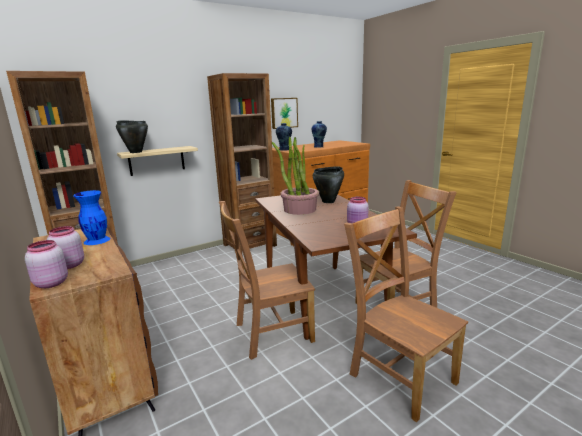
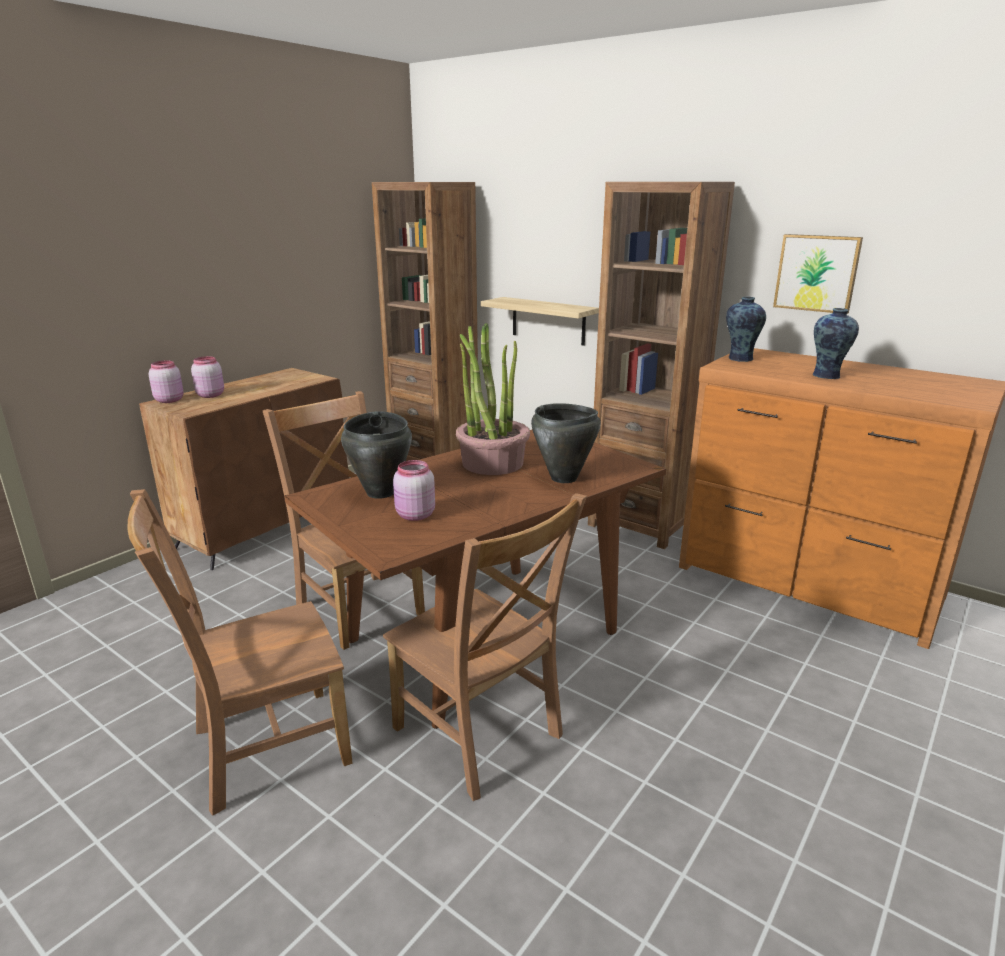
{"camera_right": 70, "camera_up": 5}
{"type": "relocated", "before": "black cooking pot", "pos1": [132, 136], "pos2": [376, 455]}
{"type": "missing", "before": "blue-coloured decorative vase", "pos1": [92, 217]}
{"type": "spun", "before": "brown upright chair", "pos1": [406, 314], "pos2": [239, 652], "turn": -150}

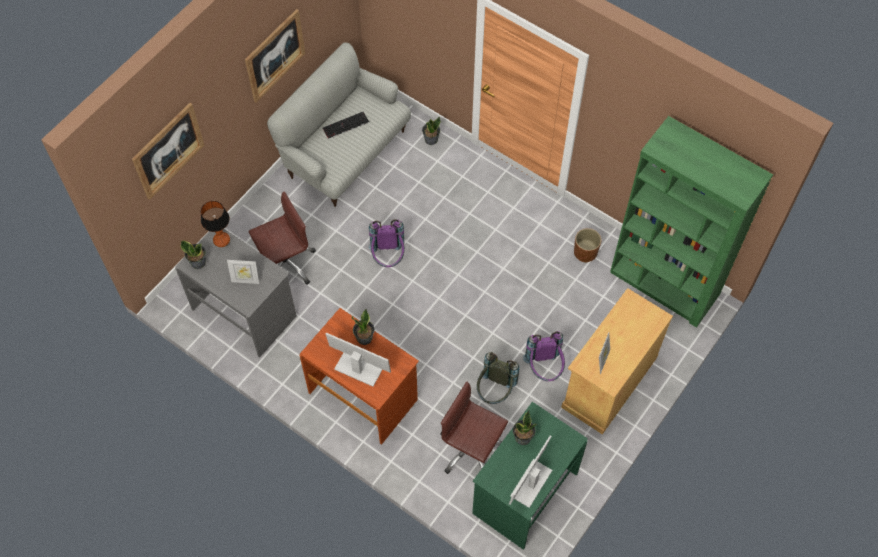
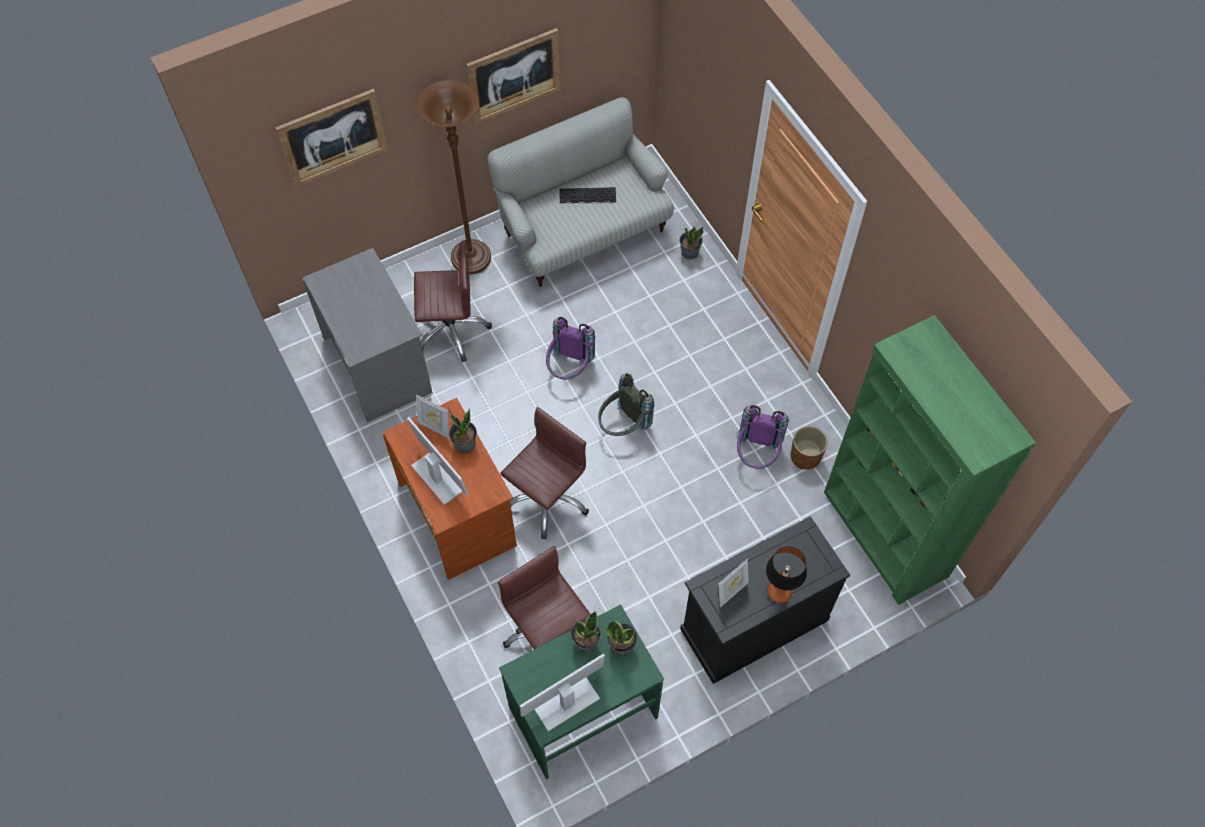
{"camera_right": 25, "camera_up": 0}
{"type": "relocated", "before": "lamp for a table", "pos1": [215, 224], "pos2": [786, 574]}
{"type": "relocated", "before": "plant in a pot", "pos1": [193, 255], "pos2": [621, 639]}
{"type": "relocated", "before": "photo frame", "pos1": [243, 272], "pos2": [432, 416]}
{"type": "colour", "before": "beige cabinet", "after": "black cabinet", "pos1": [617, 361], "pos2": [765, 600]}
{"type": "relocated", "before": "purple-coloured rucksack", "pos1": [544, 356], "pos2": [762, 437]}
{"type": "relocated", "before": "gray rucksack", "pos1": [498, 378], "pos2": [626, 404]}
{"type": "appeared", "after": "brown floor lamp", "pos2": [454, 177]}
{"type": "appeared", "after": "brown desk chair", "pos2": [545, 473]}

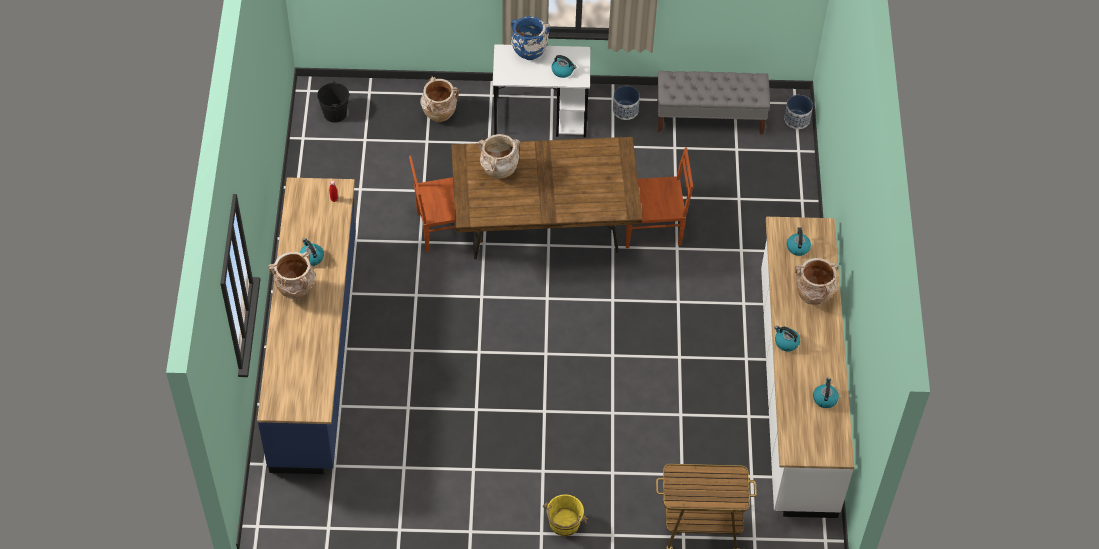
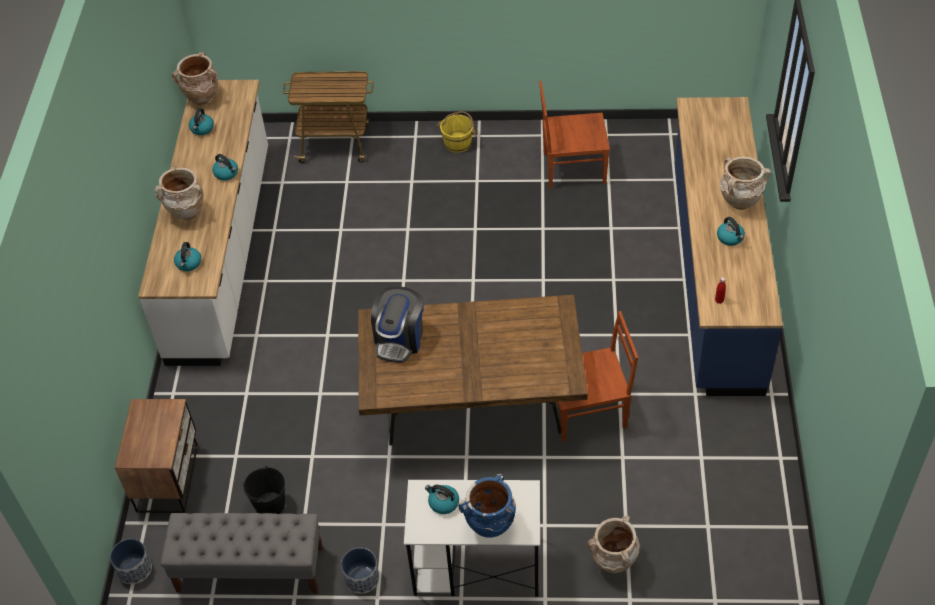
{"camera_right": -175, "camera_up": -5}
{"type": "relocated", "before": "black water bucket", "pos1": [333, 102], "pos2": [264, 490]}
{"type": "relocated", "before": "beige decorative vase", "pos1": [499, 156], "pos2": [195, 78]}
{"type": "relocated", "before": "brown upright chair", "pos1": [659, 197], "pos2": [574, 135]}
{"type": "appeared", "after": "coffee machine", "pos2": [397, 324]}
{"type": "appeared", "after": "night table", "pos2": [156, 456]}

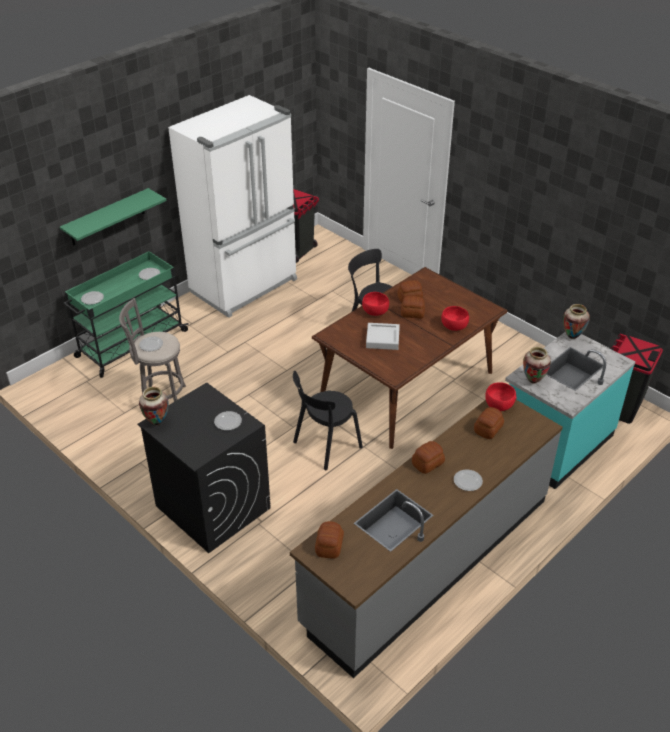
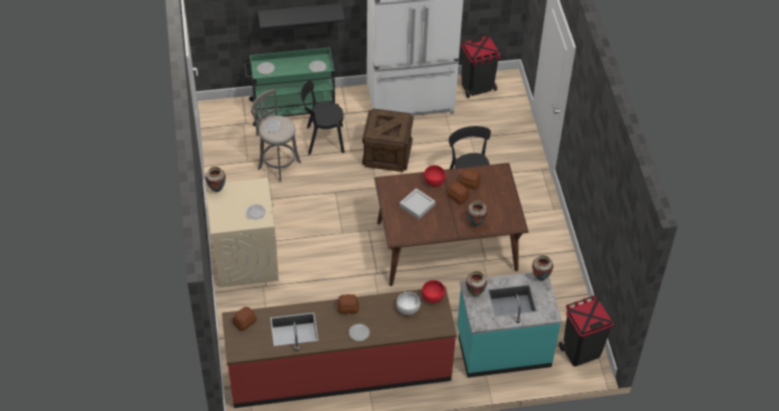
{"camera_right": 35, "camera_up": 10}
{"type": "colour", "before": "greenish wall shelf", "after": "black wall shelf", "pos1": [113, 217], "pos2": [301, 16]}
{"type": "exchanged", "before": "reddish deep dish", "after": "decorative vase", "pos1": [455, 318], "pos2": [477, 213]}
{"type": "relocated", "before": "black upright chair", "pos1": [328, 420], "pos2": [322, 117]}
{"type": "colour", "before": "black laundry machine", "after": "beige laundry machine", "pos1": [204, 468], "pos2": [242, 233]}
{"type": "colour", "before": "gray counter", "after": "reddish counter", "pos1": [426, 539], "pos2": [339, 347]}
{"type": "exchanged", "before": "baked bread", "after": "whitish deep dish", "pos1": [489, 423], "pos2": [409, 303]}
{"type": "appeared", "after": "shipping crate", "pos2": [387, 140]}

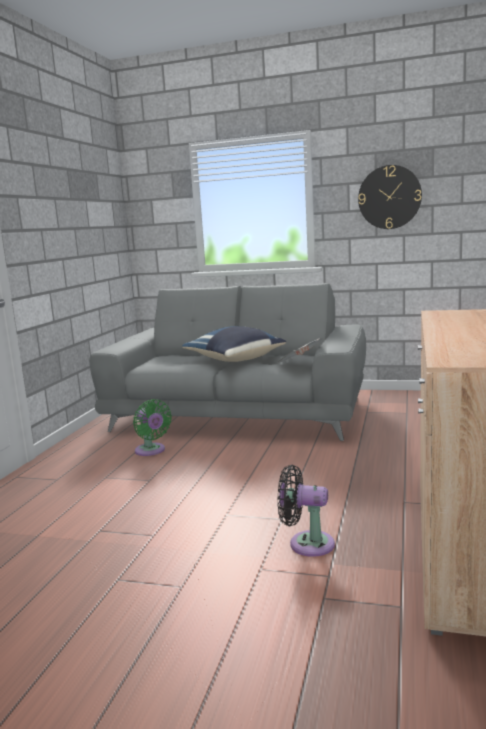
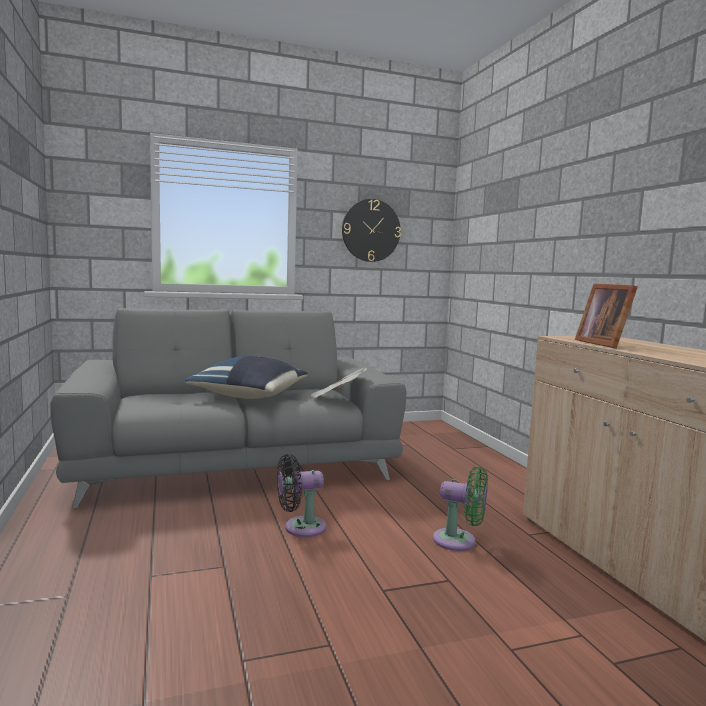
{"camera_right": -35, "camera_up": -5}
{"type": "relocated", "before": "greenish fan", "pos1": [152, 427], "pos2": [460, 508]}
{"type": "relocated", "before": "black fan", "pos1": [306, 511], "pos2": [301, 495]}
{"type": "appeared", "after": "photo frame", "pos2": [606, 316]}

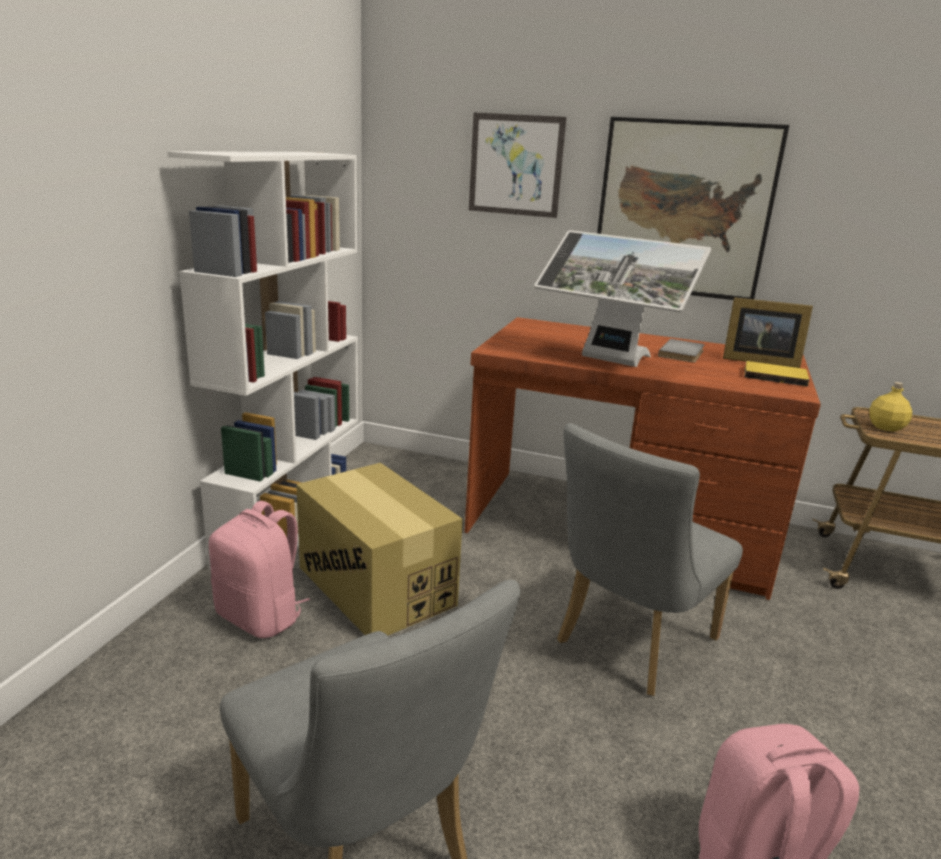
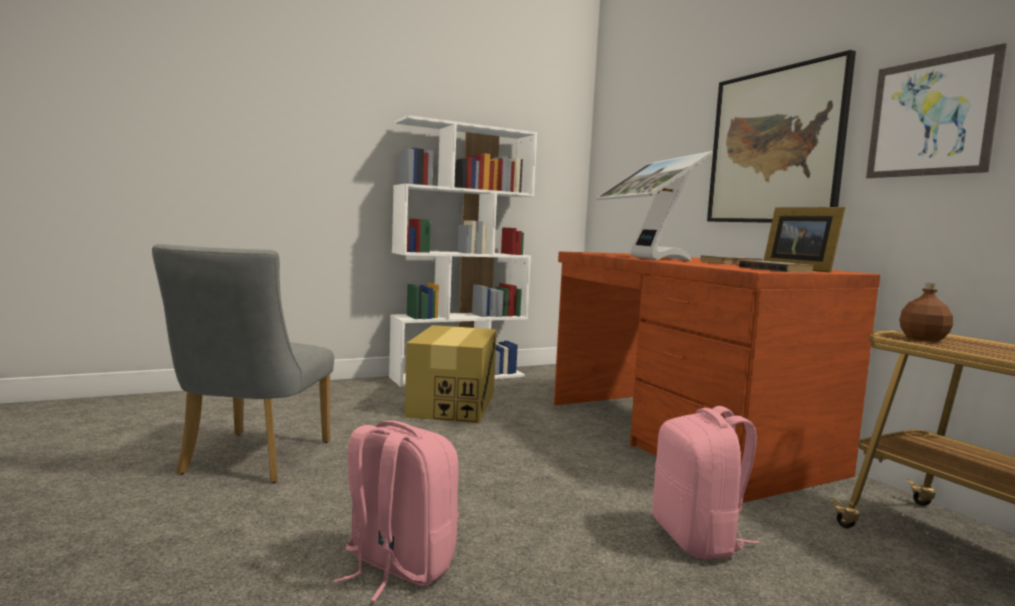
{"camera_right": 45, "camera_up": -15}
{"type": "relocated", "before": "wall picture", "pos1": [518, 165], "pos2": [936, 110]}
{"type": "colour", "before": "yellow-coloured book", "after": "gray book", "pos1": [776, 374], "pos2": [776, 266]}
{"type": "colour", "before": "yellow-coloured drink bottle", "after": "brown drink bottle", "pos1": [890, 407], "pos2": [926, 312]}
{"type": "missing", "before": "gray upright chair", "pos1": [650, 559]}
{"type": "relocated", "before": "pinkish rucksack", "pos1": [259, 569], "pos2": [705, 482]}

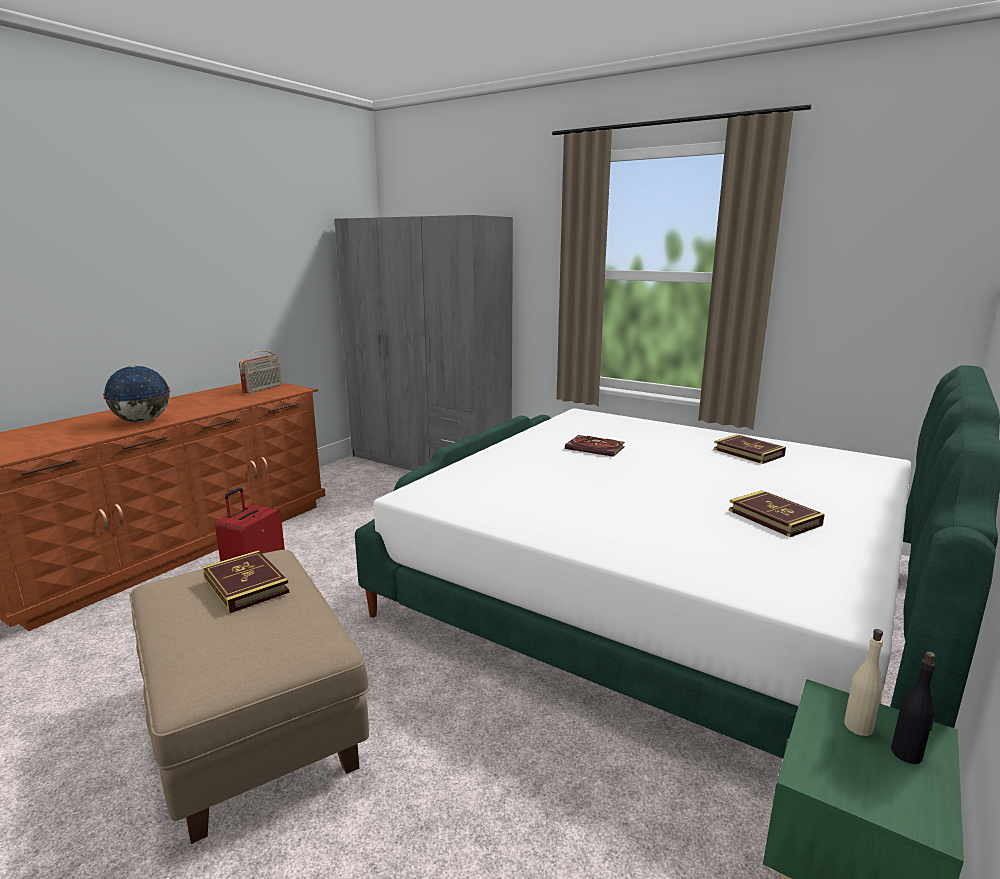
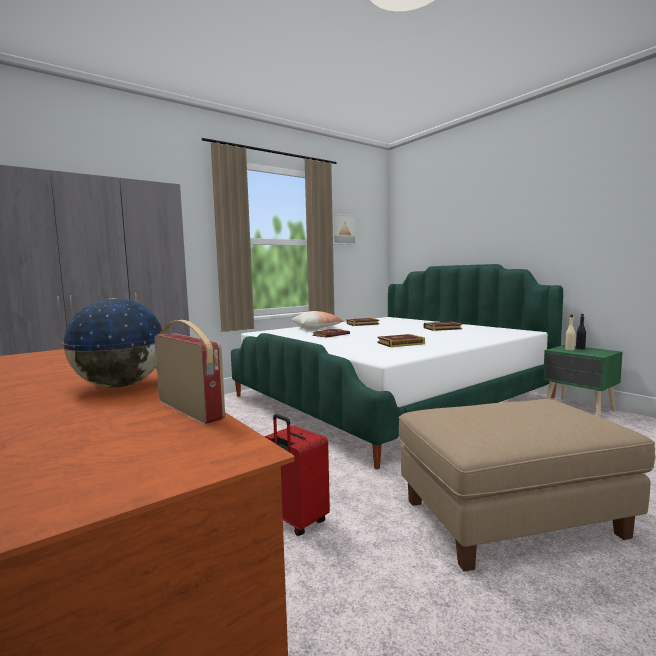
{"camera_right": -70, "camera_up": -10}
{"type": "relocated", "before": "radio receiver", "pos1": [260, 372], "pos2": [189, 372]}
{"type": "relocated", "before": "book", "pos1": [246, 581], "pos2": [401, 340]}
{"type": "appeared", "after": "wall picture", "pos2": [344, 229]}
{"type": "appeared", "after": "cushion", "pos2": [317, 320]}

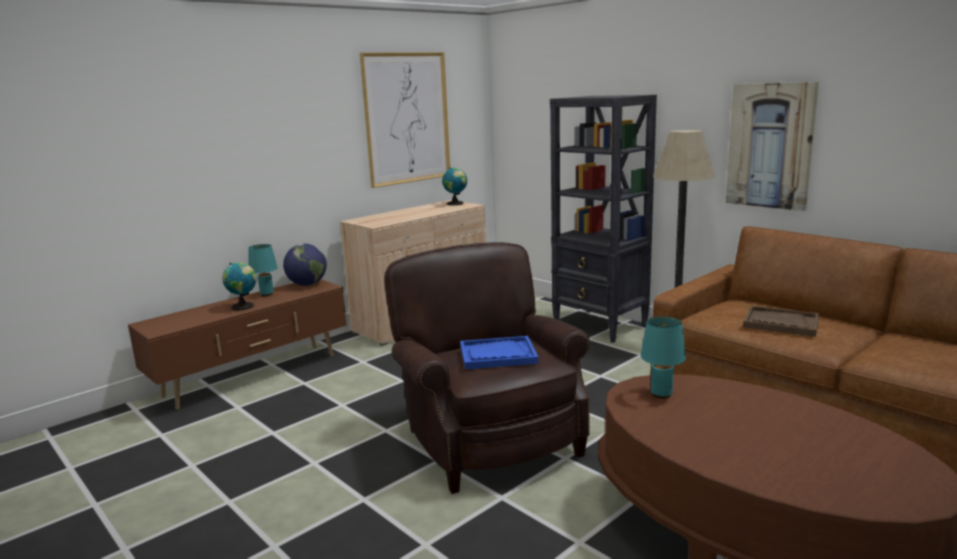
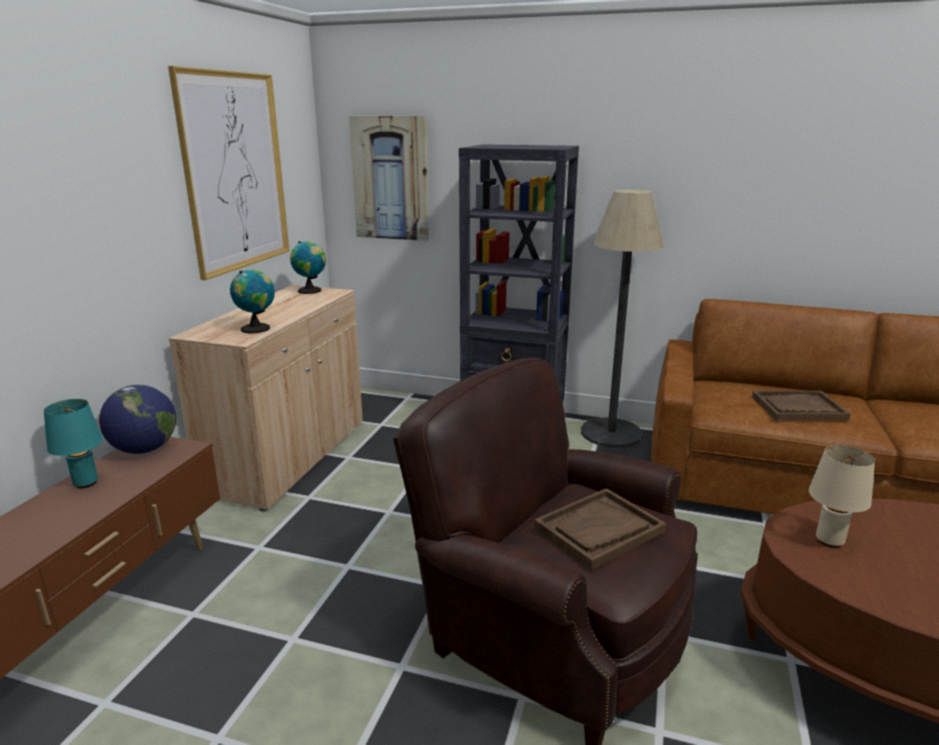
{"camera_right": -30, "camera_up": 5}
{"type": "relocated", "before": "wall picture", "pos1": [772, 146], "pos2": [389, 178]}
{"type": "relocated", "before": "globe", "pos1": [239, 286], "pos2": [252, 302]}
{"type": "colour", "before": "turquoise-coloured lamp for a table", "after": "beige lamp for a table", "pos1": [663, 357], "pos2": [842, 496]}
{"type": "colour", "before": "blue-coloured serving tray", "after": "brown serving tray", "pos1": [499, 352], "pos2": [600, 529]}

